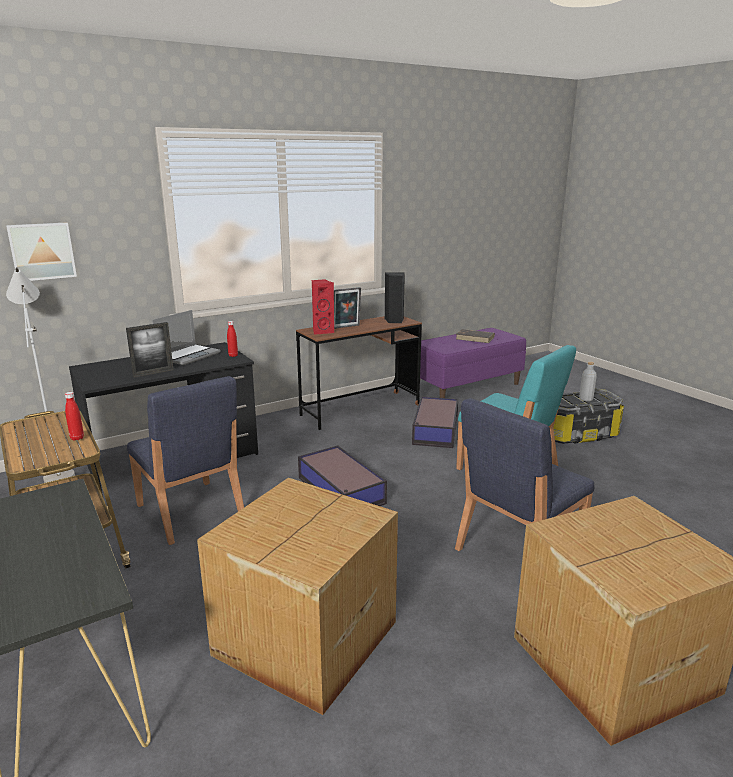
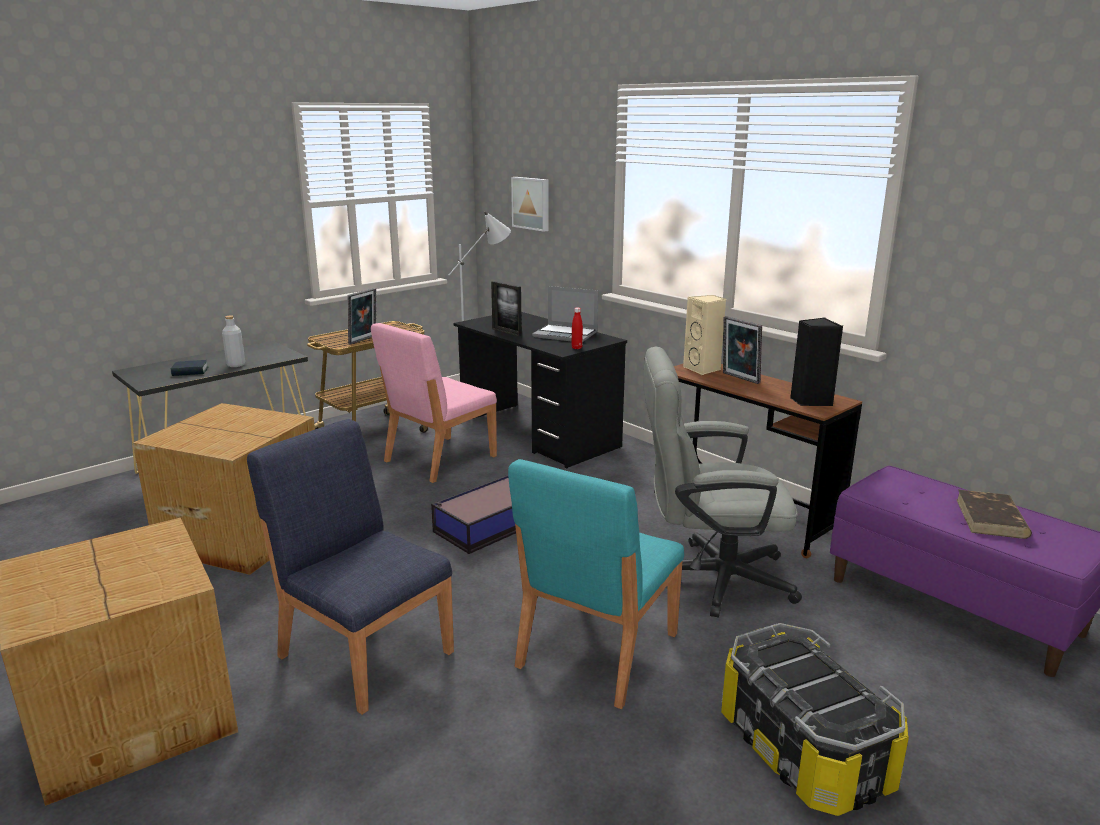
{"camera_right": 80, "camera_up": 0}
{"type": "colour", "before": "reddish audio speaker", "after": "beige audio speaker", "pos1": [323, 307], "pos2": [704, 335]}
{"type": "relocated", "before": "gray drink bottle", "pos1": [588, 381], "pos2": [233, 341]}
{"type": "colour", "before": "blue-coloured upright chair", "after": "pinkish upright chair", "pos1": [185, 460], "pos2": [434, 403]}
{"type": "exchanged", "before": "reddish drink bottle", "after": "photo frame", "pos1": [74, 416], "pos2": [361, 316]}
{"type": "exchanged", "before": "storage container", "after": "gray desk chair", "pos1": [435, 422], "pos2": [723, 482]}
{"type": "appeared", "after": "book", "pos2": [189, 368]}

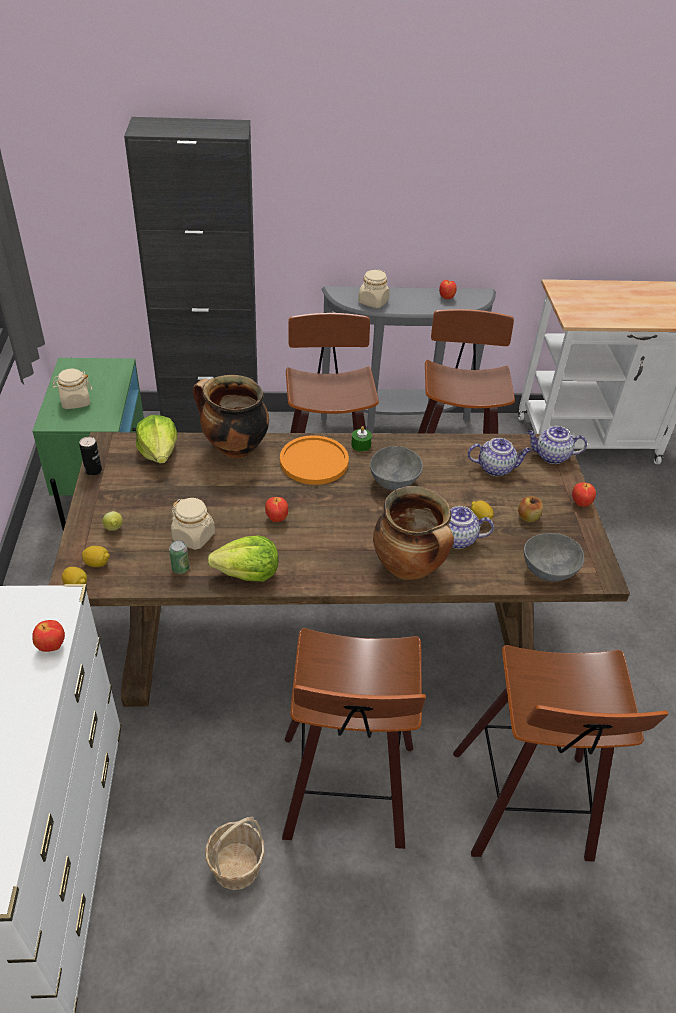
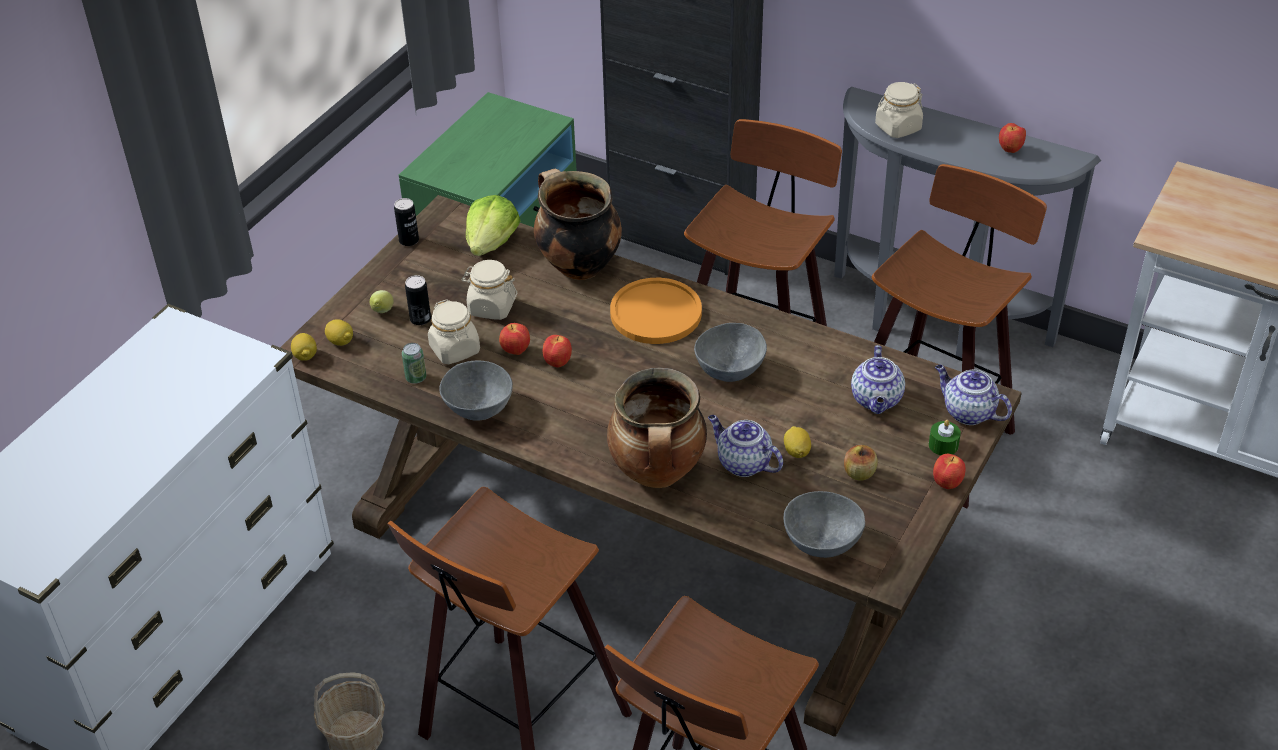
{"camera_right": 35, "camera_up": 0}
{"type": "relocated", "before": "beige preserve jar", "pos1": [72, 389], "pos2": [489, 290]}
{"type": "relocated", "before": "greenish wax candle", "pos1": [361, 439], "pos2": [945, 437]}
{"type": "spun", "before": "teapot", "pos1": [499, 457], "pos2": [878, 379], "turn": 60}
{"type": "exchanged", "before": "head of lettuce", "after": "gray deep dish", "pos1": [242, 558], "pos2": [476, 390]}
{"type": "relocated", "before": "apple", "pos1": [48, 636], "pos2": [514, 339]}
{"type": "appeared", "after": "sealed can", "pos2": [418, 300]}

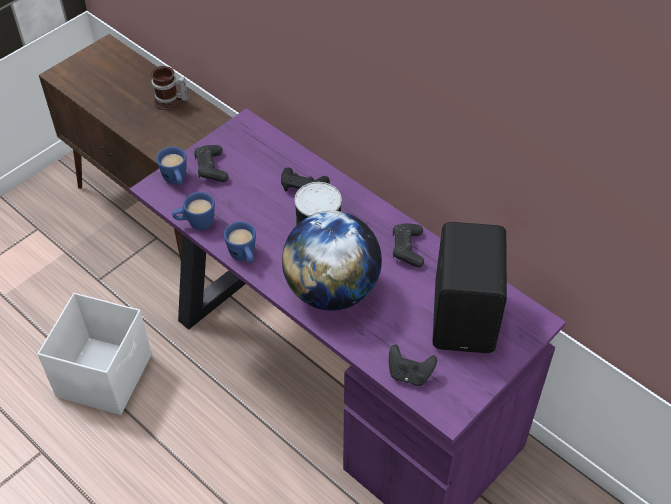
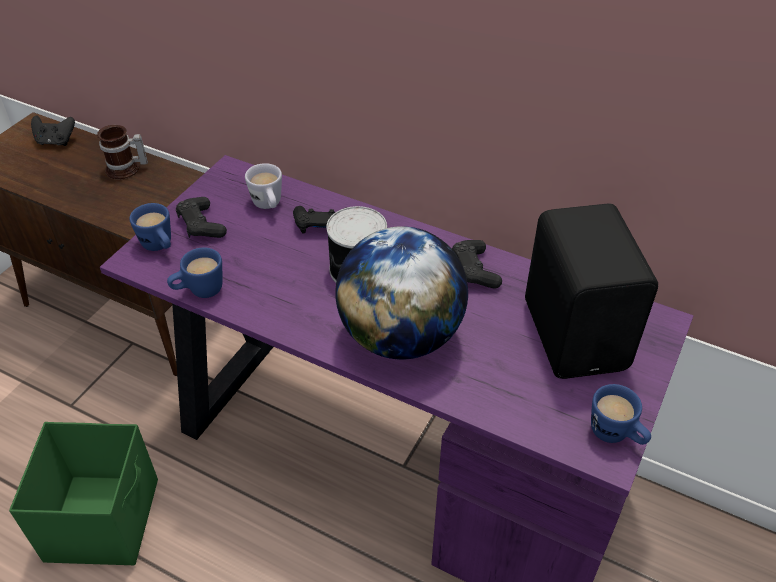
{"camera_right": -15, "camera_up": -5}
{"type": "relocated", "before": "blue-coloured mug", "pos1": [240, 242], "pos2": [621, 414]}
{"type": "colour", "before": "whitish storage container", "after": "greenish storage container", "pos1": [94, 354], "pos2": [83, 493]}
{"type": "relocated", "before": "black game controller", "pos1": [413, 365], "pos2": [53, 130]}
{"type": "appeared", "after": "whitish mug", "pos2": [263, 186]}

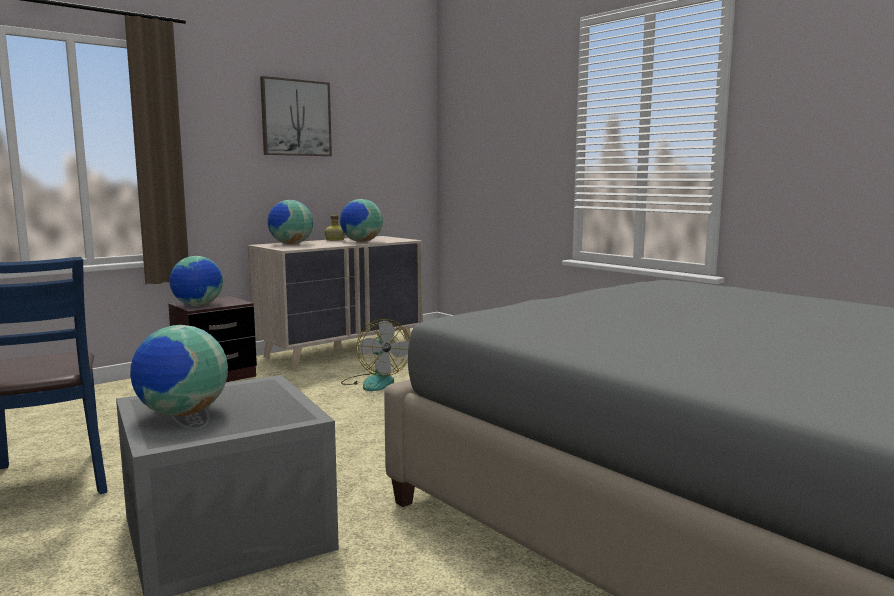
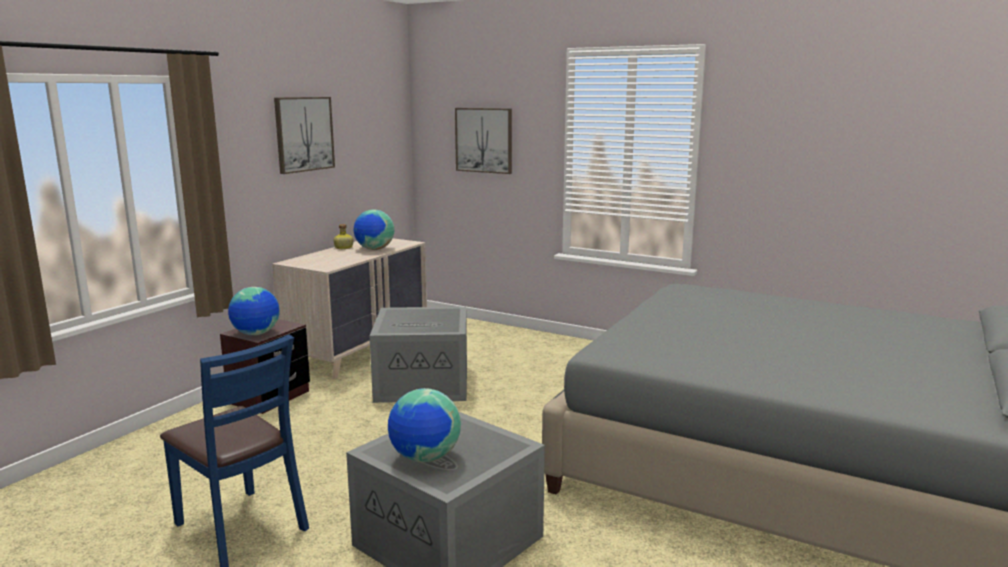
{"camera_right": -20, "camera_up": 5}
{"type": "missing", "before": "globe", "pos1": [290, 222]}
{"type": "exchanged", "before": "fan", "after": "gray storage container", "pos1": [375, 355], "pos2": [418, 355]}
{"type": "appeared", "after": "wall picture", "pos2": [483, 141]}

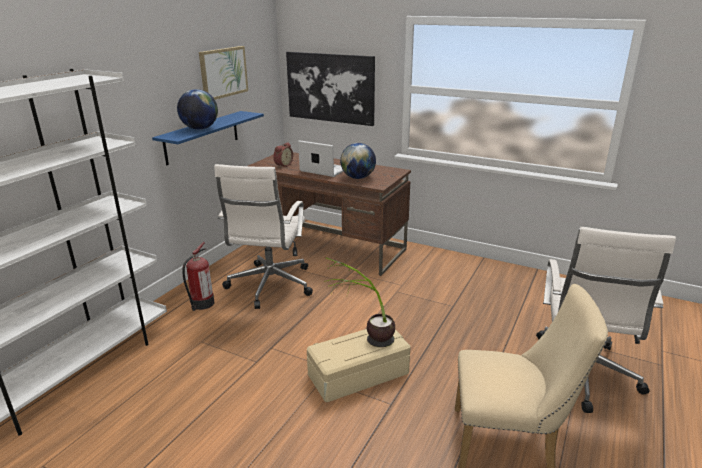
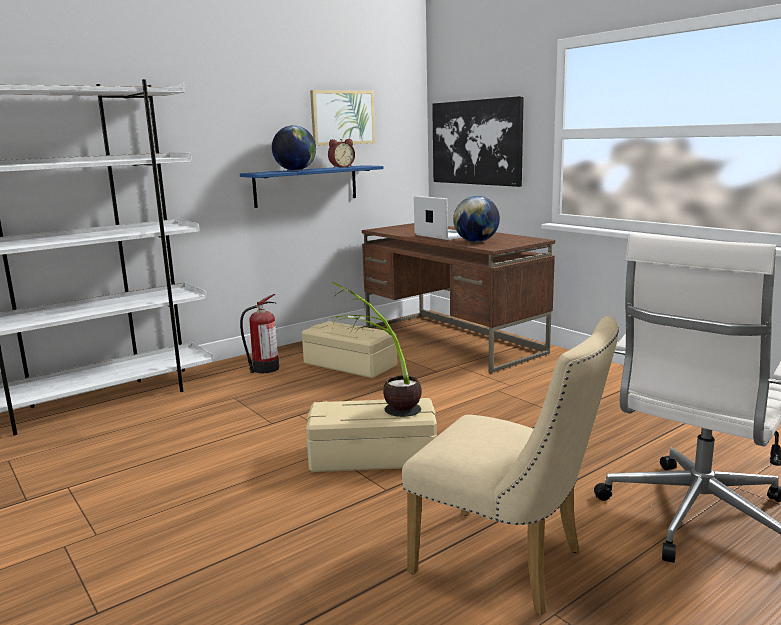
{"camera_right": 25, "camera_up": -10}
{"type": "relocated", "before": "alarm clock", "pos1": [283, 154], "pos2": [341, 153]}
{"type": "exchanged", "before": "whitish desk chair", "after": "beige storage container", "pos1": [263, 236], "pos2": [349, 349]}

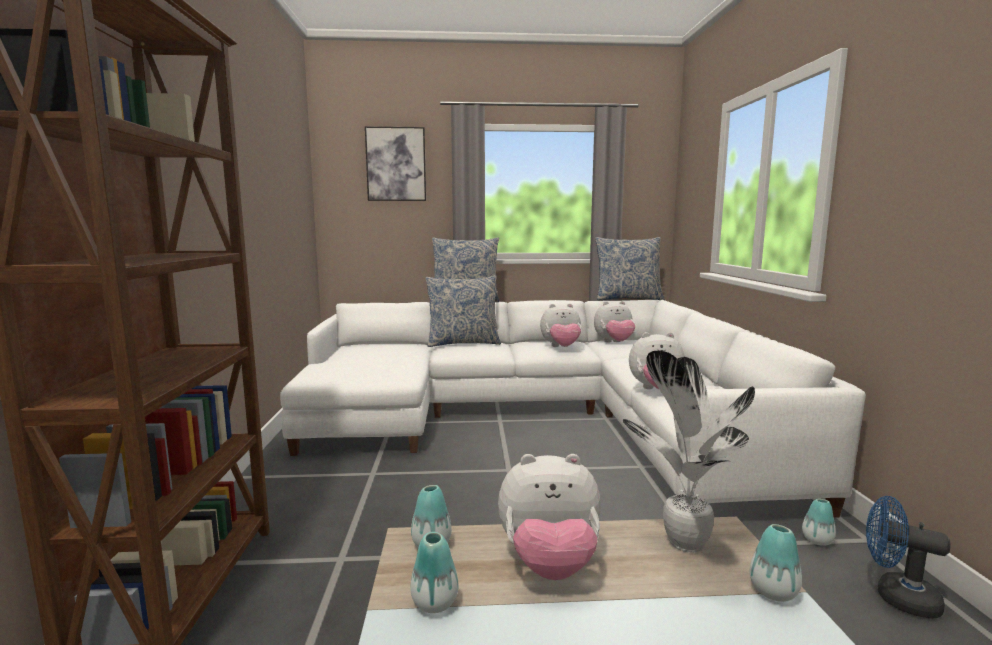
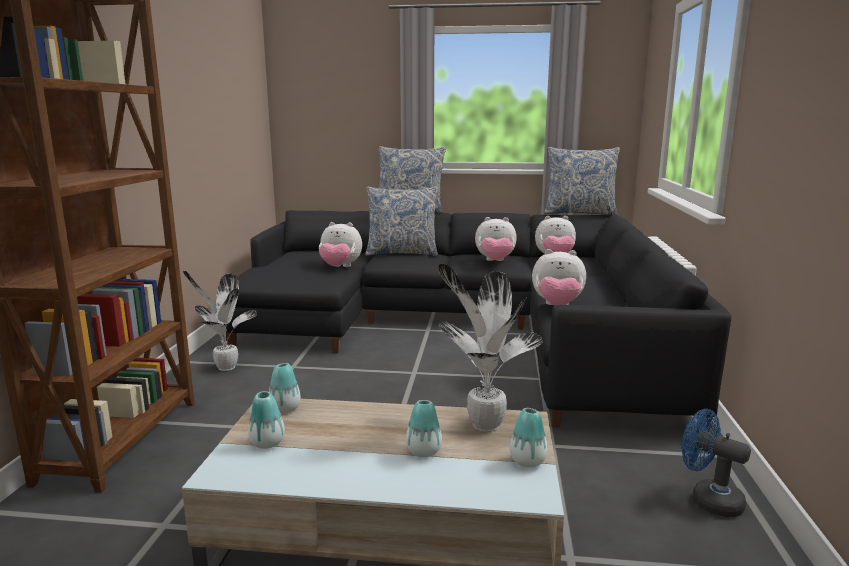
{"camera_right": 10, "camera_up": 5}
{"type": "missing", "before": "wall picture", "pos1": [395, 163]}
{"type": "colour", "before": "whitish settee", "after": "black settee", "pos1": [573, 409], "pos2": [477, 321]}
{"type": "relocated", "before": "cuddly toy", "pos1": [549, 517], "pos2": [340, 244]}
{"type": "relocated", "before": "decorative vase", "pos1": [819, 522], "pos2": [424, 428]}
{"type": "appeared", "after": "plant in a pot", "pos2": [220, 321]}

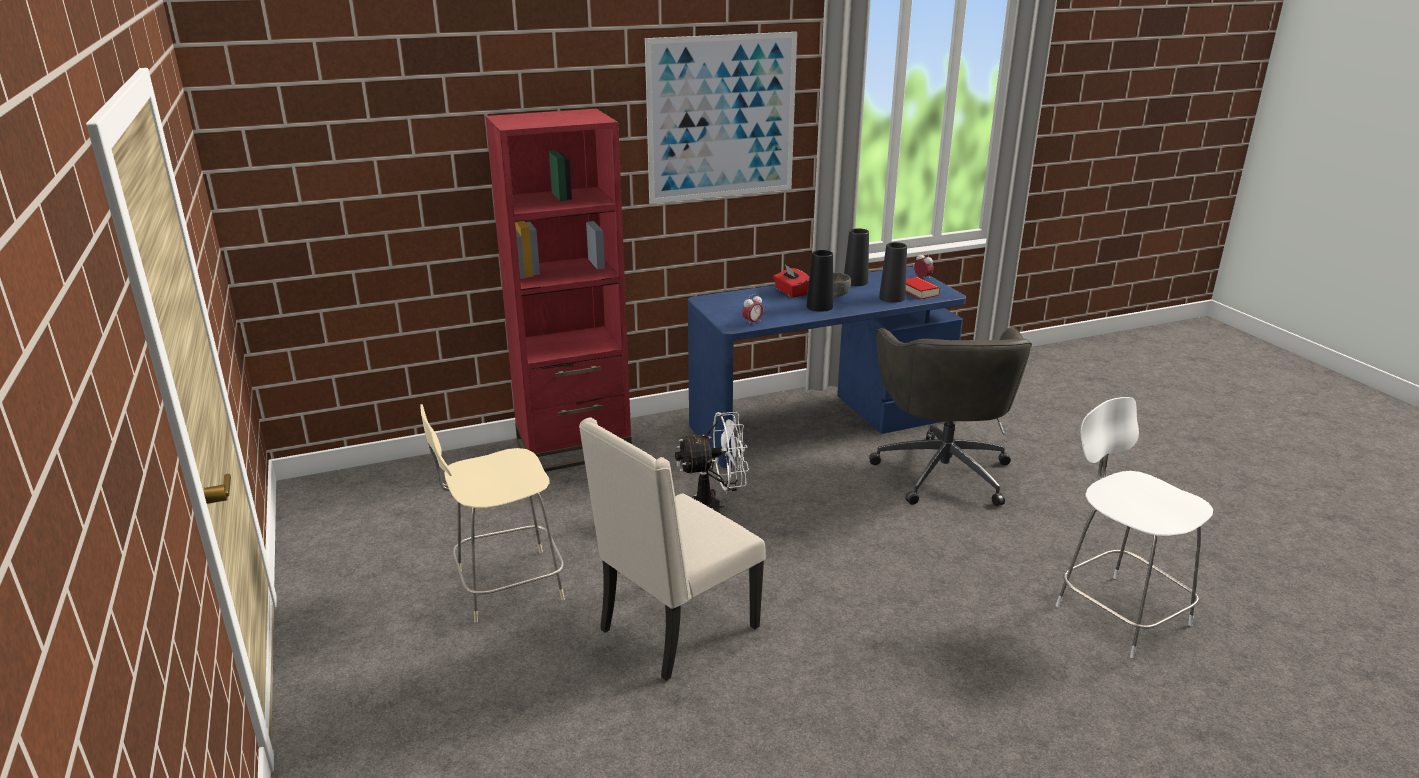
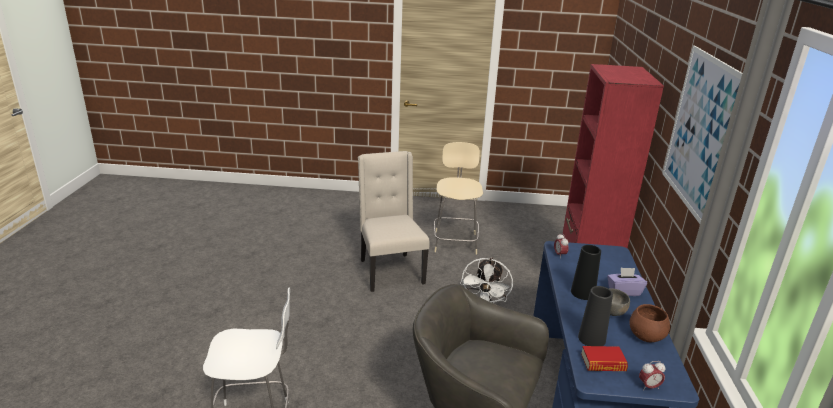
{"camera_right": 115, "camera_up": 0}
{"type": "exchanged", "before": "black decorative vase", "after": "brown deep dish", "pos1": [856, 257], "pos2": [649, 323]}
{"type": "colour", "before": "reddish box of tissues", "after": "purple-coloured box of tissues", "pos1": [791, 281], "pos2": [627, 282]}

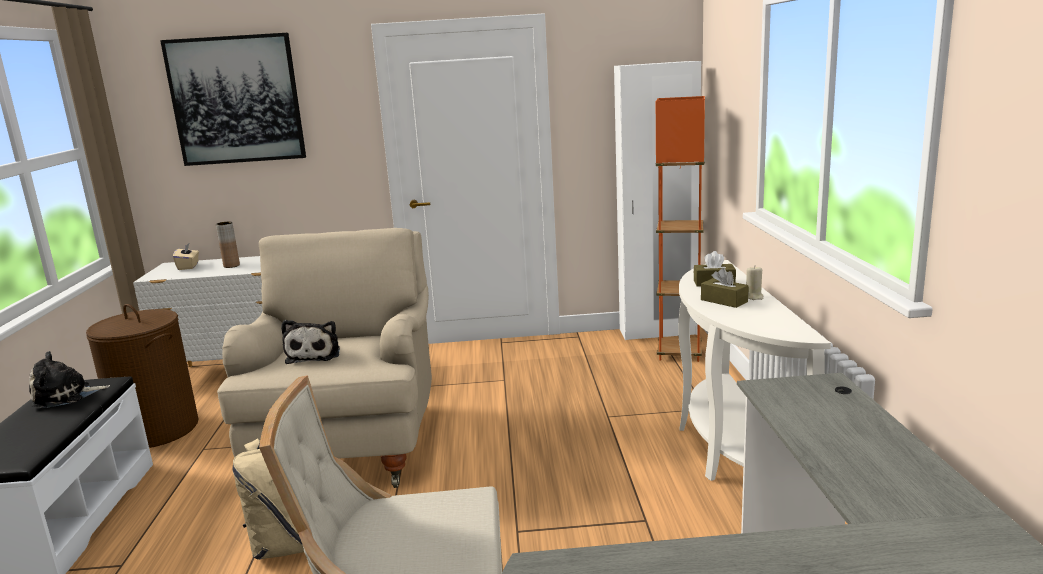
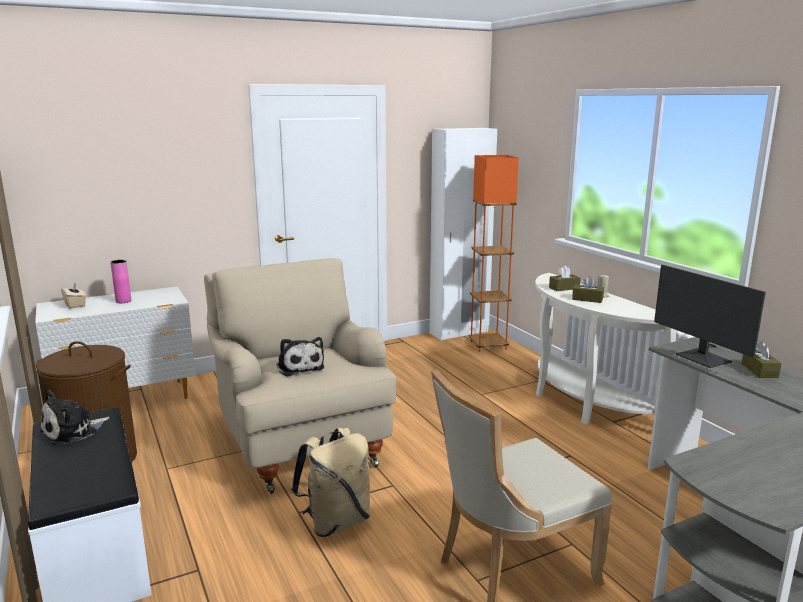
{"camera_right": -25, "camera_up": 0}
{"type": "missing", "before": "wall picture", "pos1": [233, 99]}
{"type": "colour", "before": "brown decorative vase", "after": "pinkish decorative vase", "pos1": [228, 245], "pos2": [120, 281]}
{"type": "appeared", "after": "monitor", "pos2": [710, 316]}
{"type": "appeared", "after": "brown box of tissues", "pos2": [761, 359]}

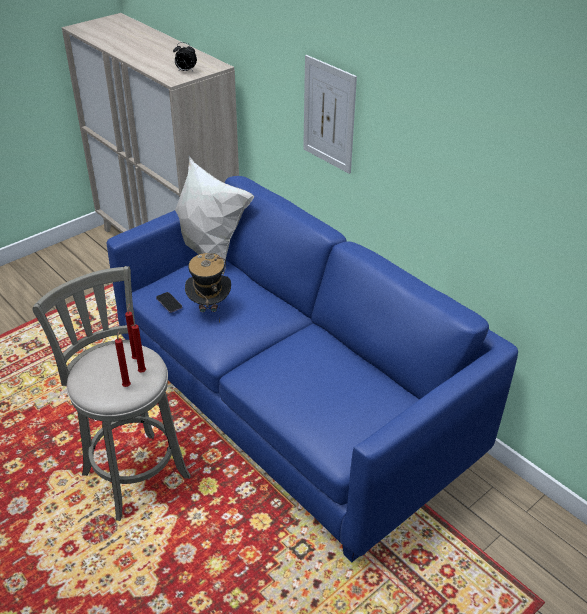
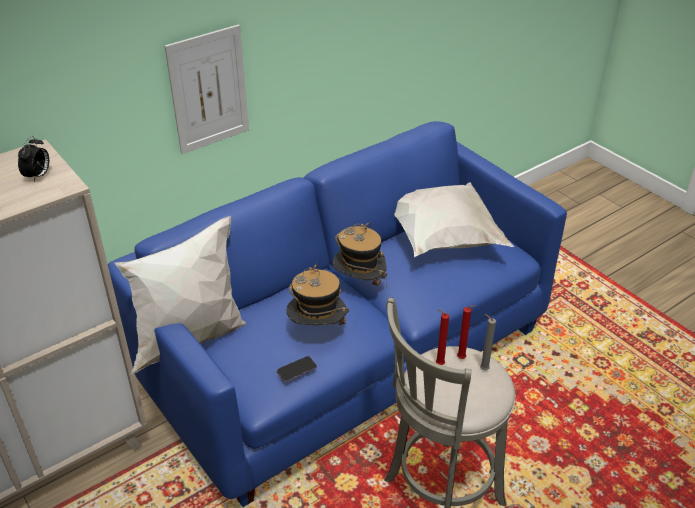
{"camera_right": -85, "camera_up": 0}
{"type": "colour", "before": "reddish wax candle", "after": "gray wax candle", "pos1": [123, 358], "pos2": [488, 342]}
{"type": "appeared", "after": "whitish cushion", "pos2": [454, 220]}
{"type": "appeared", "after": "wearable hat", "pos2": [360, 255]}

